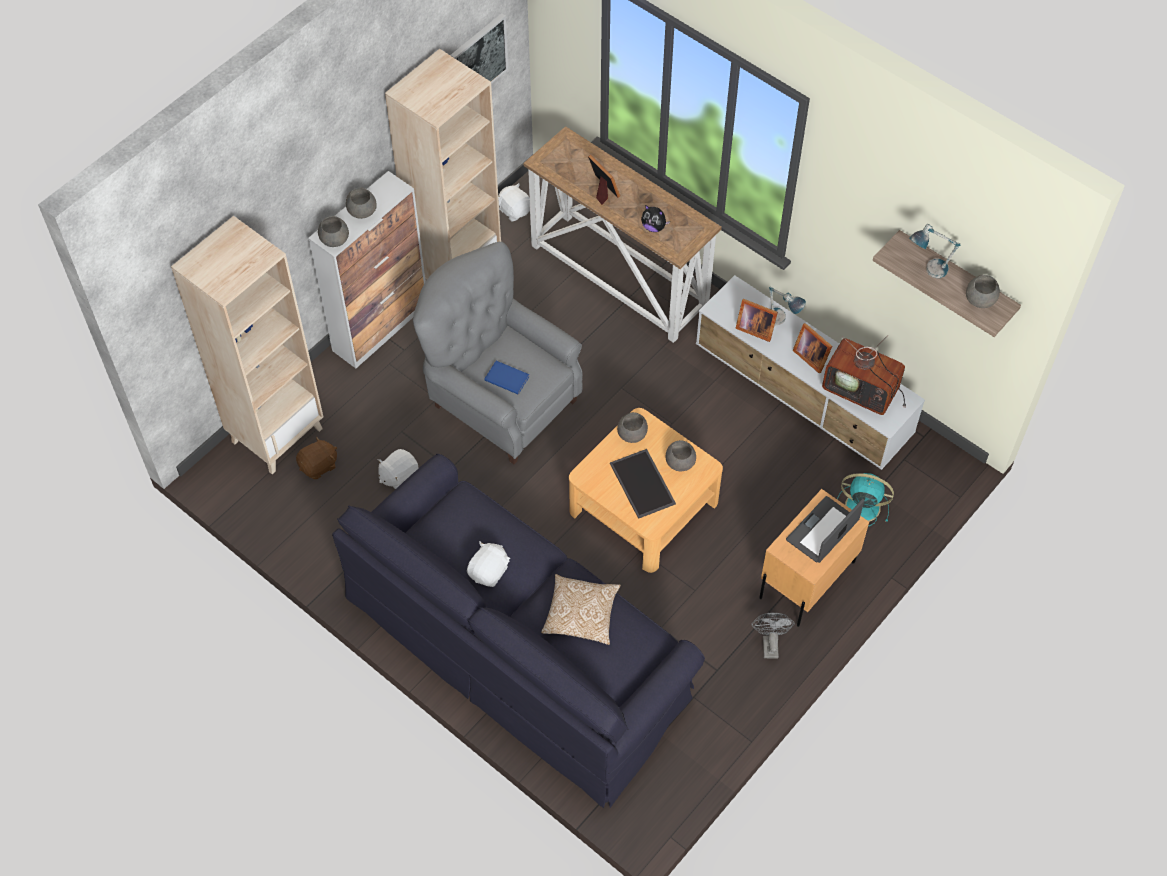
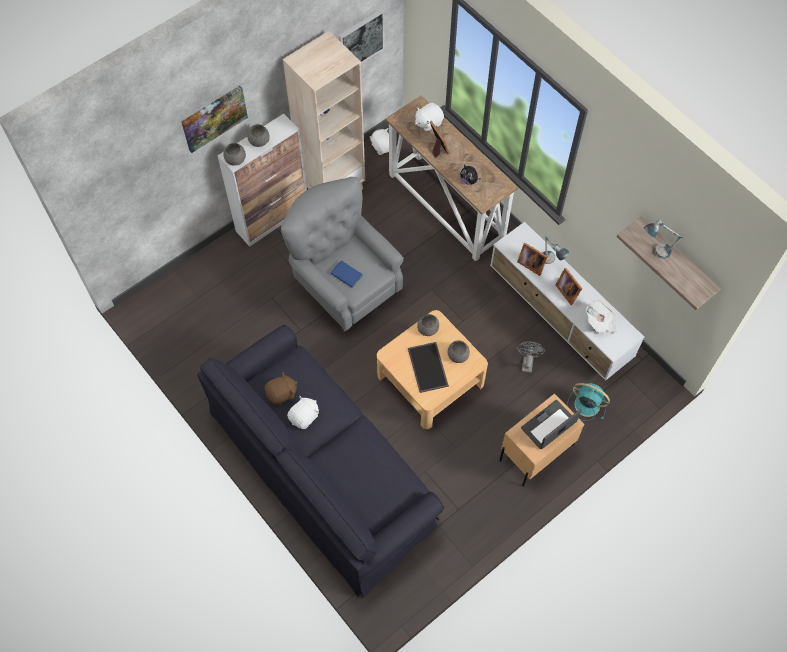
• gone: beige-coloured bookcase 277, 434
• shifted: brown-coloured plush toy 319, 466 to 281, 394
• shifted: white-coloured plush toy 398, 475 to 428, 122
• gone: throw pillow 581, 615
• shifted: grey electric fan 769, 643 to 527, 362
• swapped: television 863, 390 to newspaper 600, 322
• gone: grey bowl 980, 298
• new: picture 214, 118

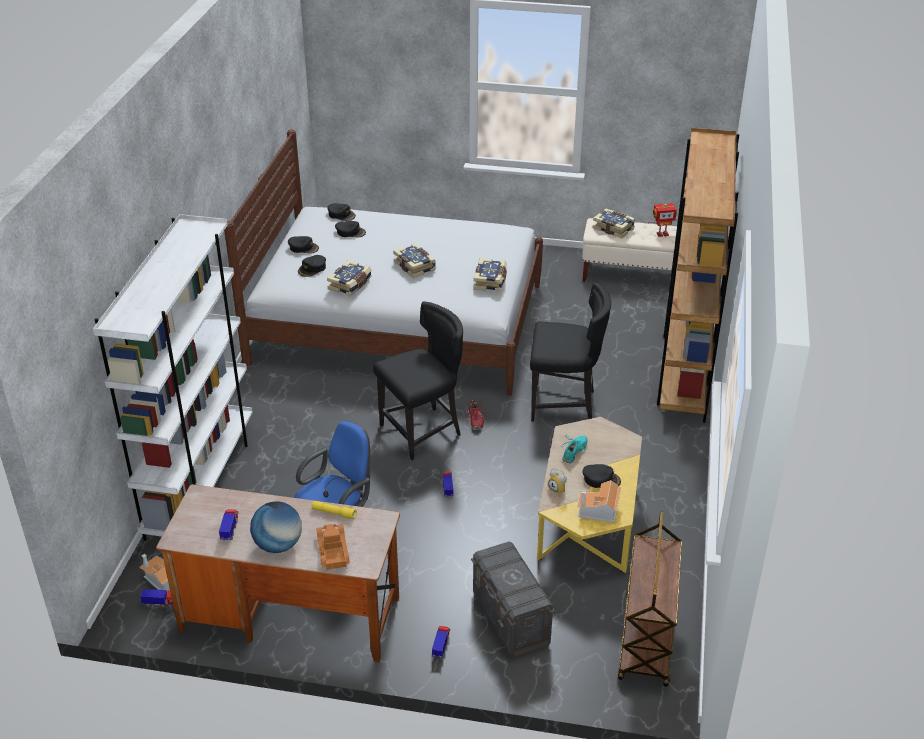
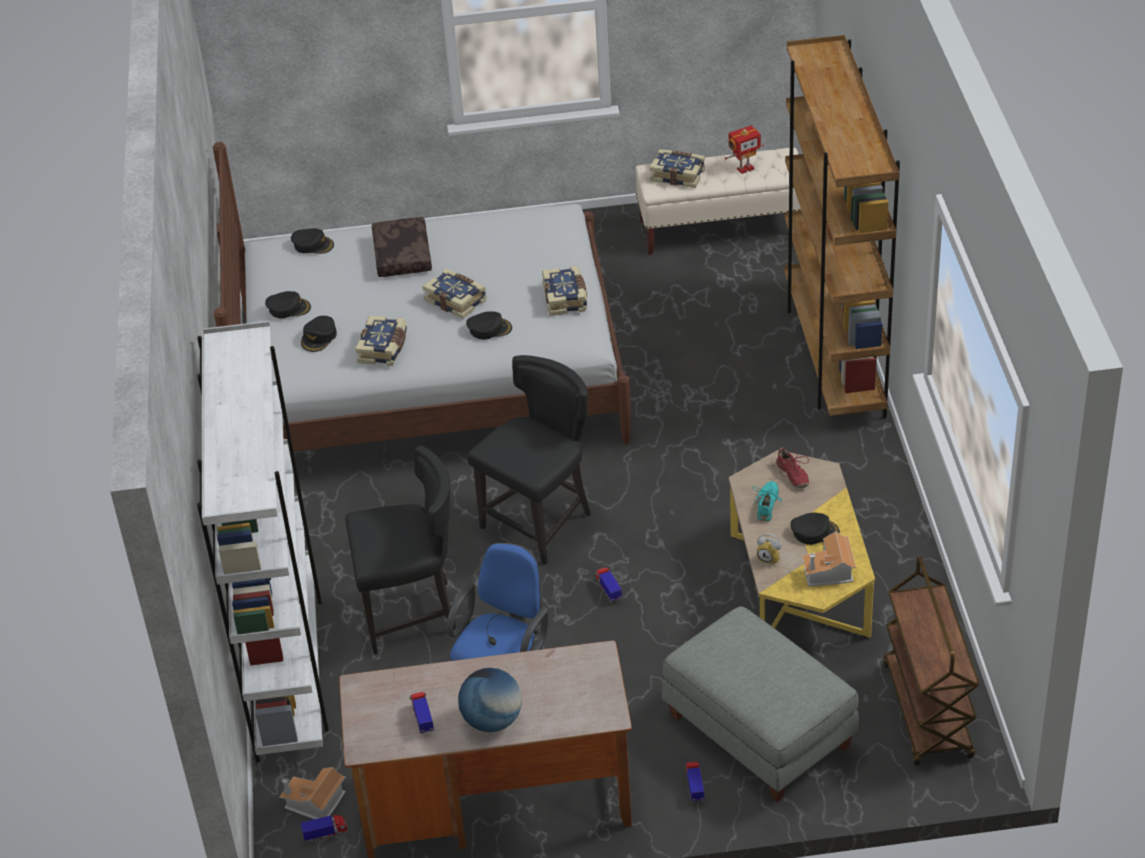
• gone: yellow-coloured torch 334, 513
• gone: toy lorry 332, 551
• shifted: blackish cap 350, 232 to 489, 329
• shifted: red low shoe 475, 420 to 792, 475
• swapped: grey storage box 510, 619 to grey ottoman 761, 731
• shifted: blackish upright chair 564, 404 to 412, 615
• new: brown-coloured throw pillow 401, 255

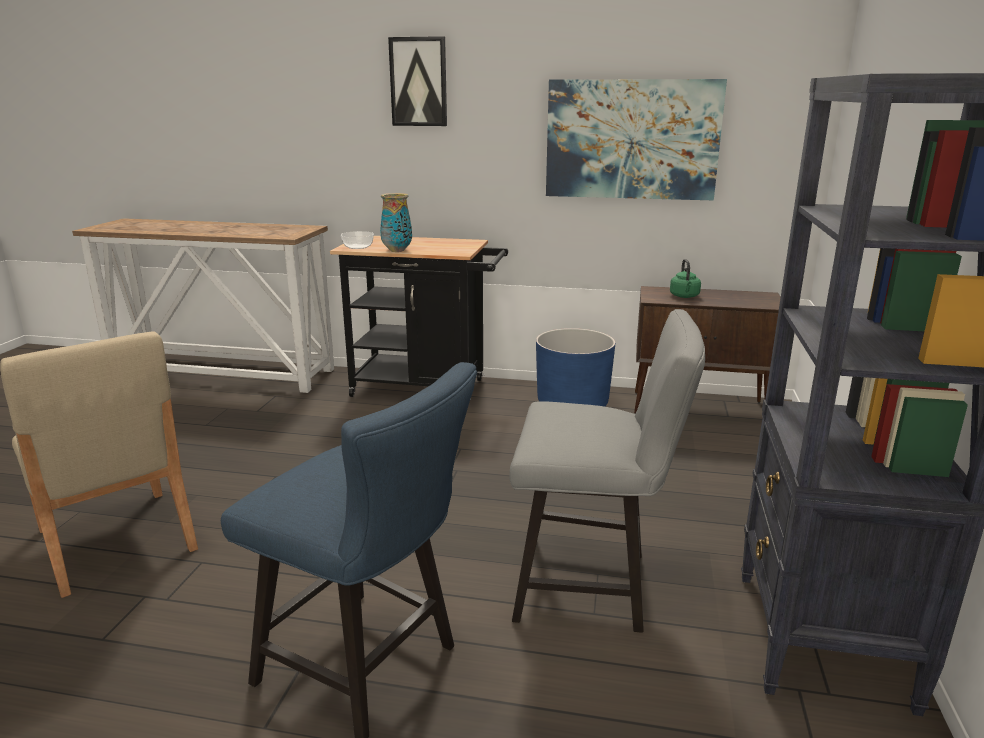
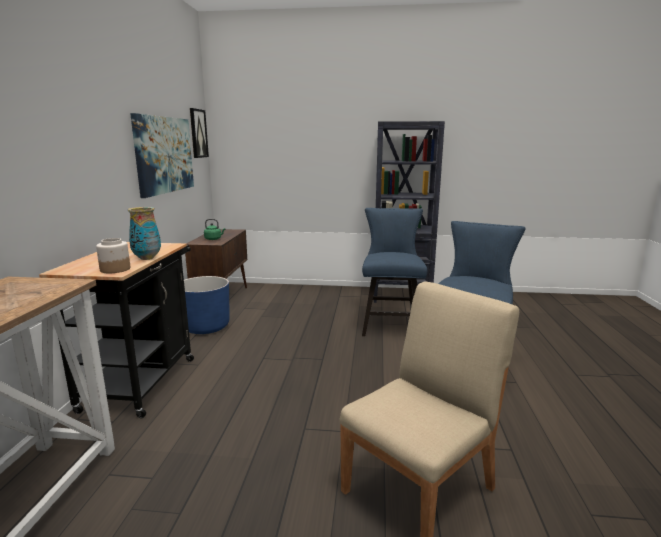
• swapped: bowl 357, 247 to preserve jar 115, 269
• shifted: picture 418, 82 to 198, 133
• repainted: grey upright chair 593, 585 to blue upright chair 390, 324

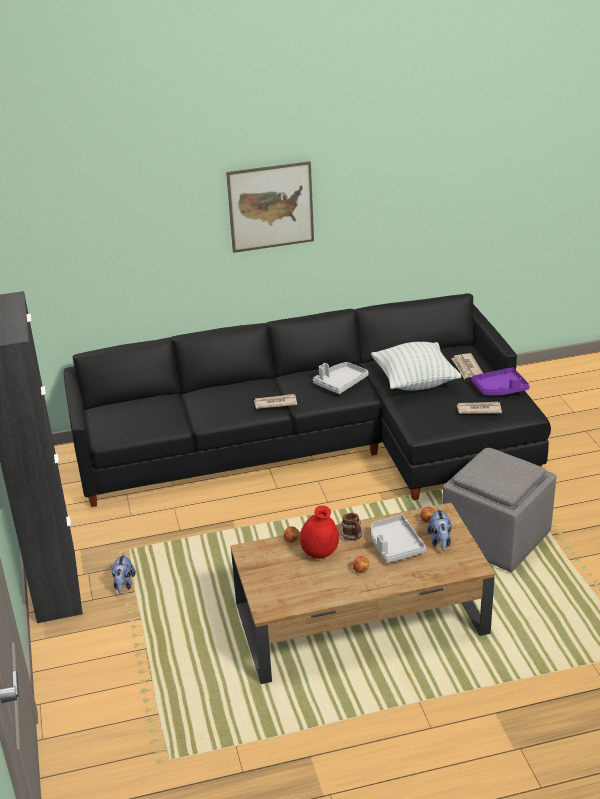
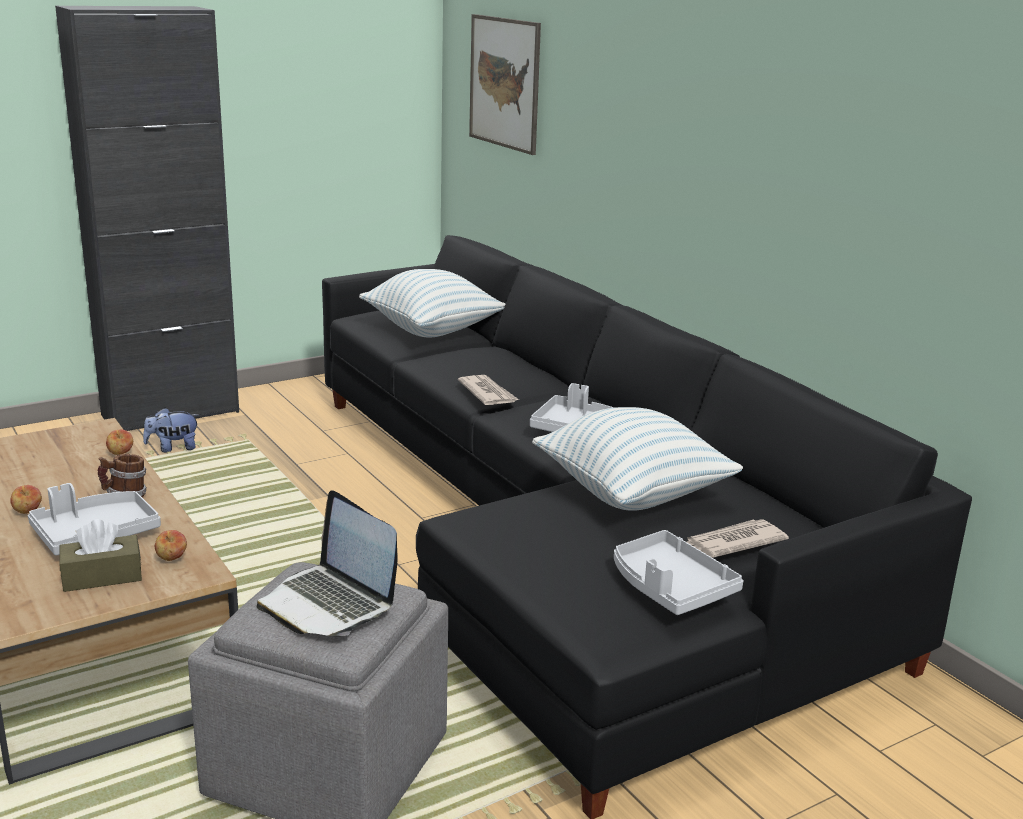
• shifted: picture 271, 207 to 504, 83
• gone: red decorative vase 319, 553
• swapped: plush toy 440, 541 to brown-coloured box of tissues 102, 576
• gone: newspaper 478, 409
• repainted: purplish serving tray 500, 389 to grey serving tray 670, 587
• new: notebook computer 329, 603
• new: throw pillow 432, 330

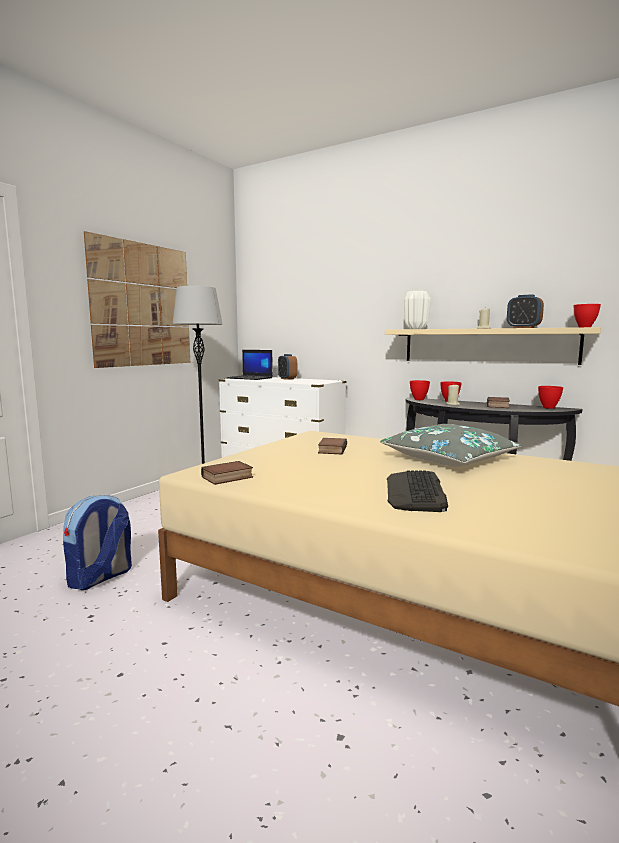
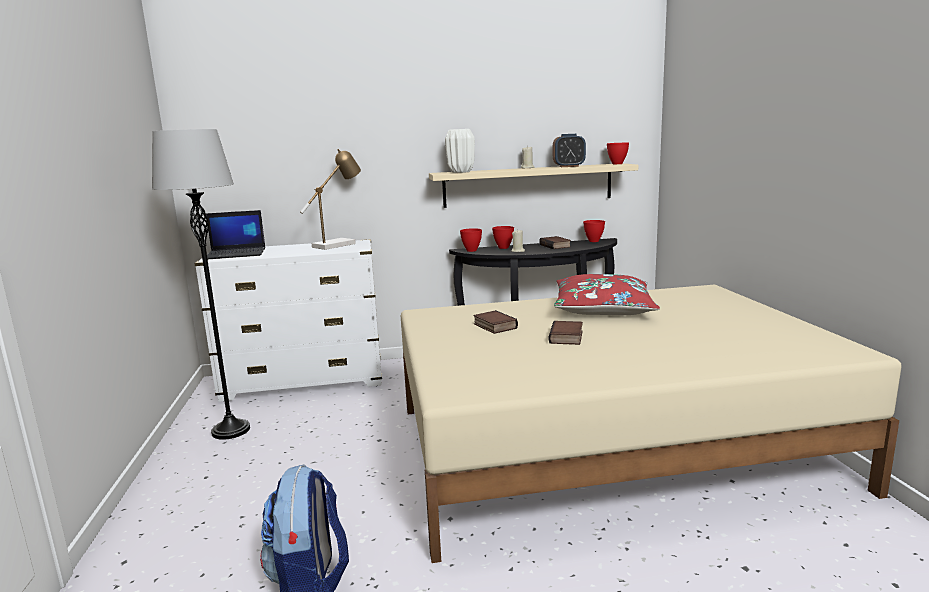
• gone: picture 142, 305
• shifted: bound book 227, 478 to 567, 337
• gone: table clock 287, 379
• repainted: grey throw pillow 449, 459 to red throw pillow 603, 308
• gone: keyboard 415, 492
• new: tabletop lamp 338, 244

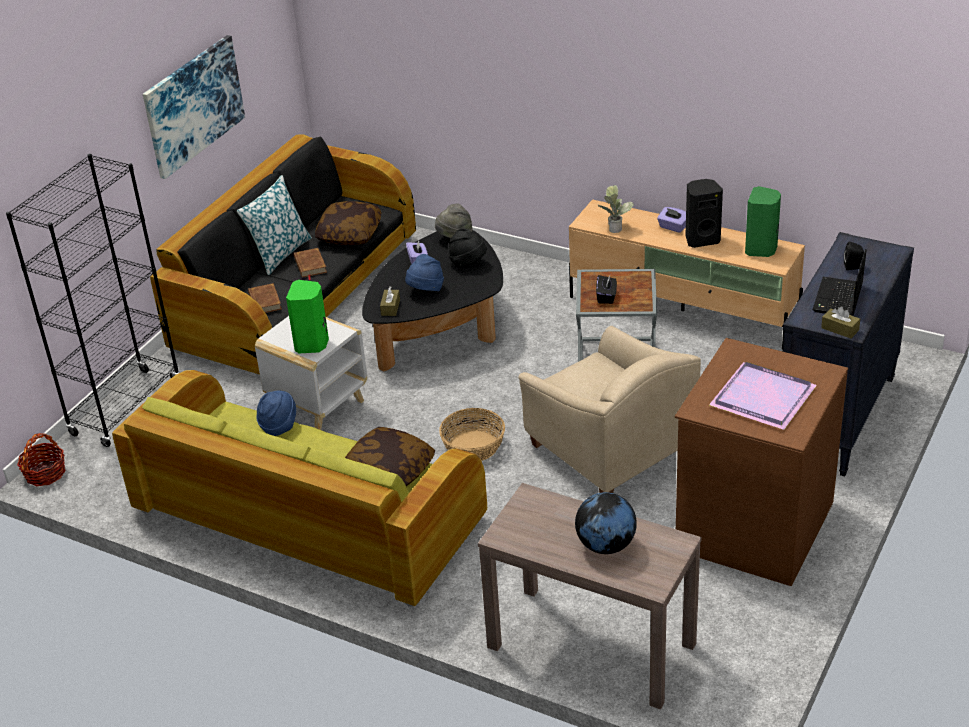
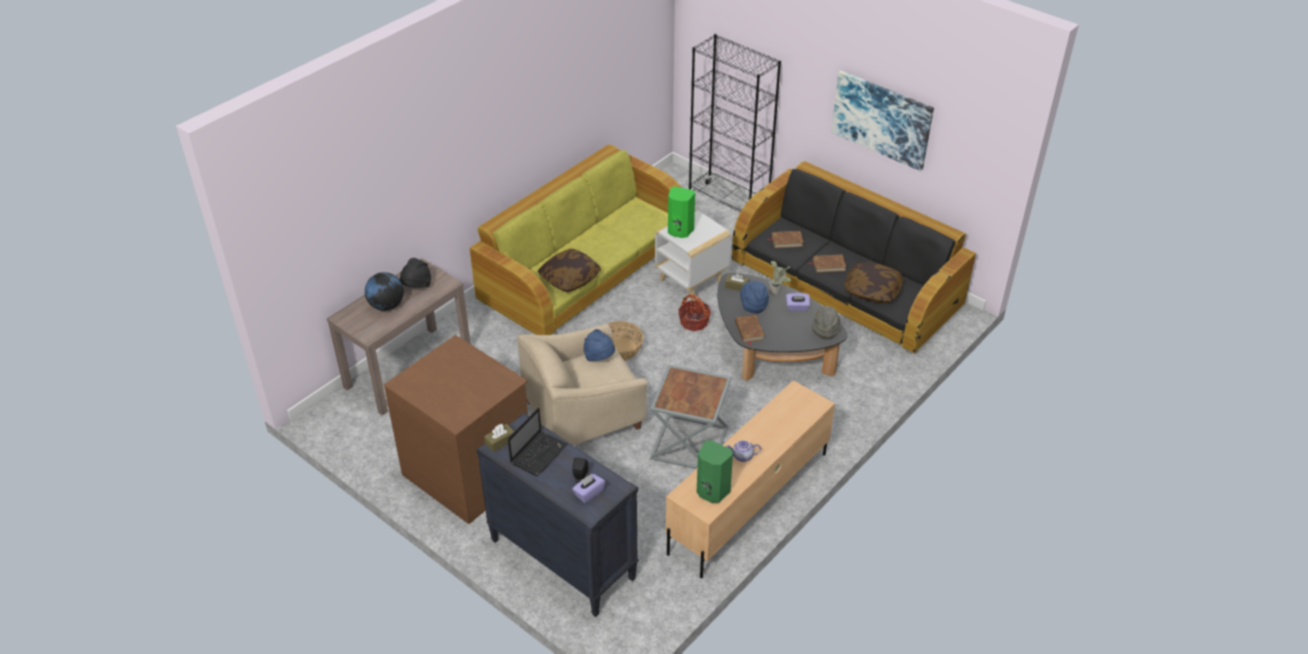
• shifted: household basket 45, 473 to 694, 322
• gone: throw pillow 280, 253
• shifted: blue wearable hat 278, 426 to 599, 357
• shifted: blackish wearable hat 468, 263 to 417, 286
• gone: blackish box of tissues 606, 297
• shifted: houseplant 614, 227 to 777, 292
• shifted: purplish box of tissues 673, 227 to 588, 493
• swapped: blackish audio speaker 701, 239 to pot for tea 742, 457
• gone: purplish serving tray 760, 398
• rotated: notebook computer 838, 299 = 539, 453 90 degrees clockwise
• new: brown-coloured bound book 749, 331

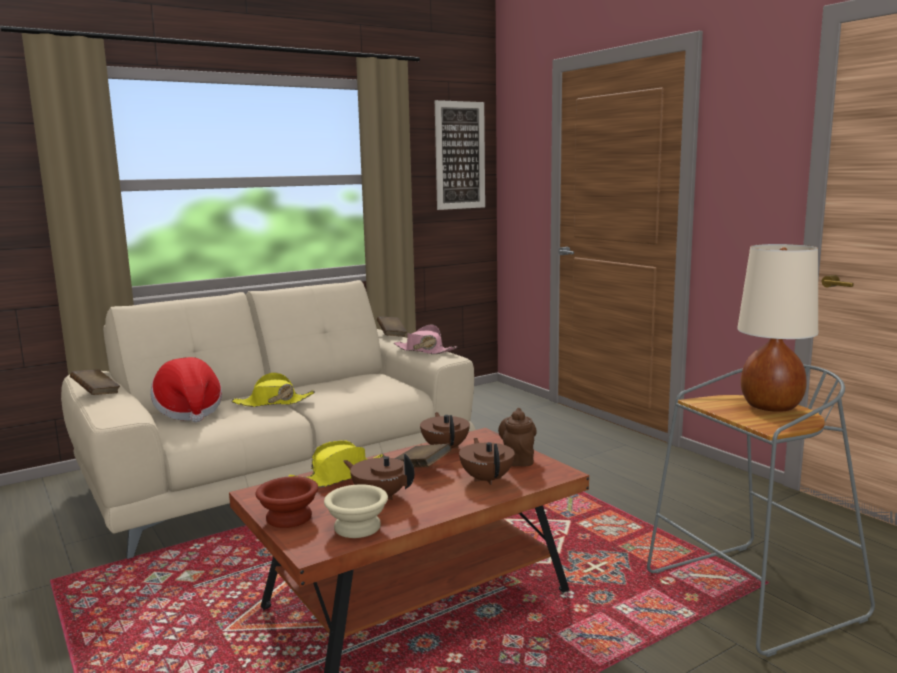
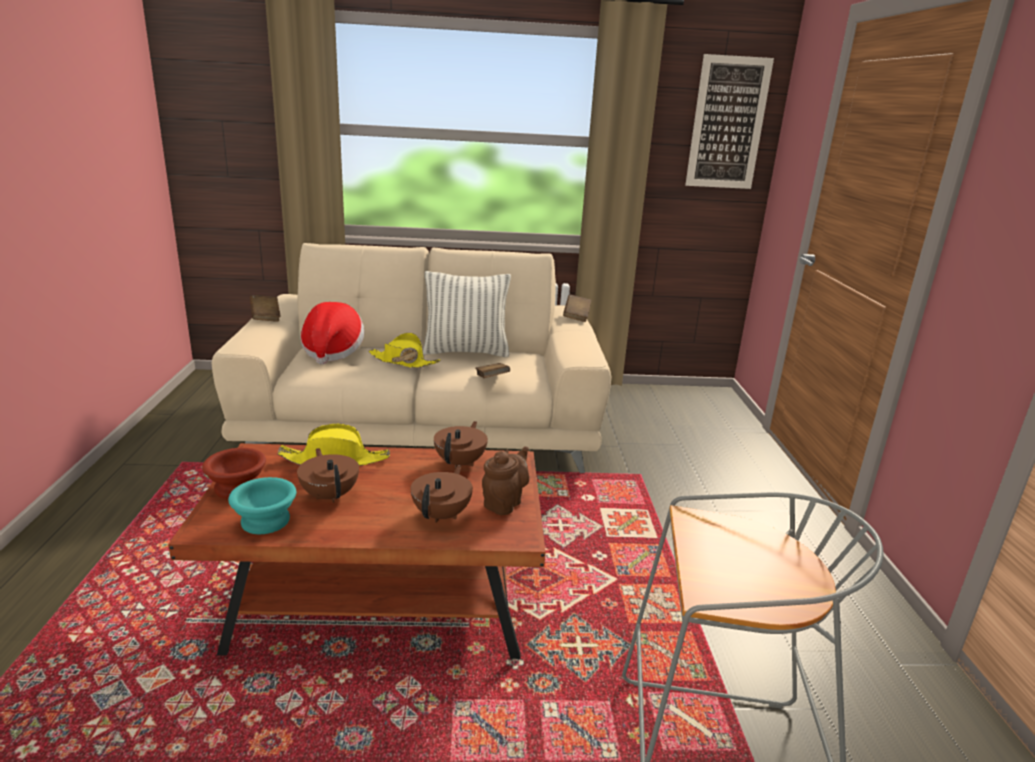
• repainted: beige-coloured bowl 355, 527 to turquoise bowl 265, 520
• gone: pink-coloured wearable hat 424, 350
• shifted: brown-coloured bound book 422, 469 to 491, 380
• gone: beige-coloured tabletop lamp 771, 407
• new: throw pillow 466, 352

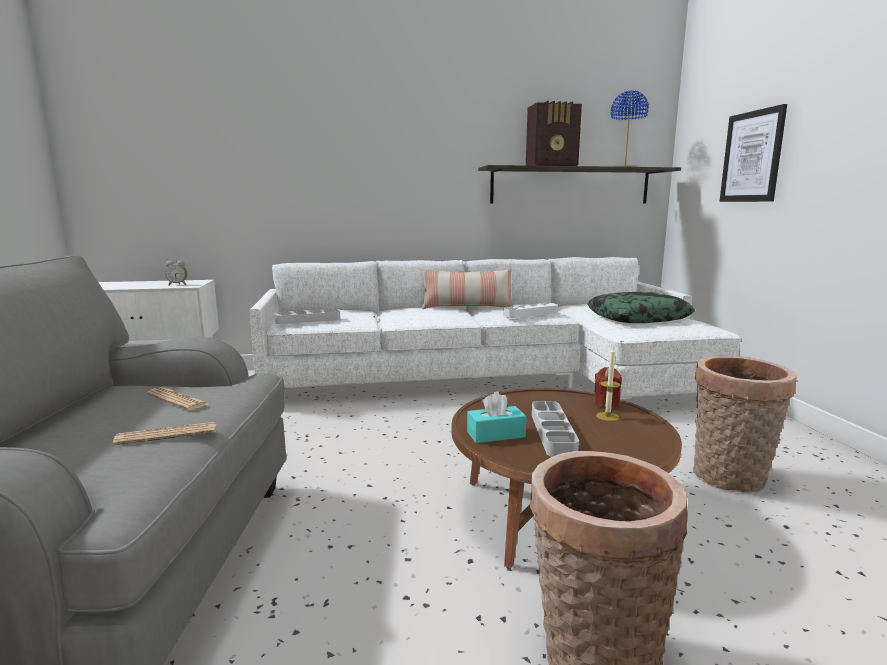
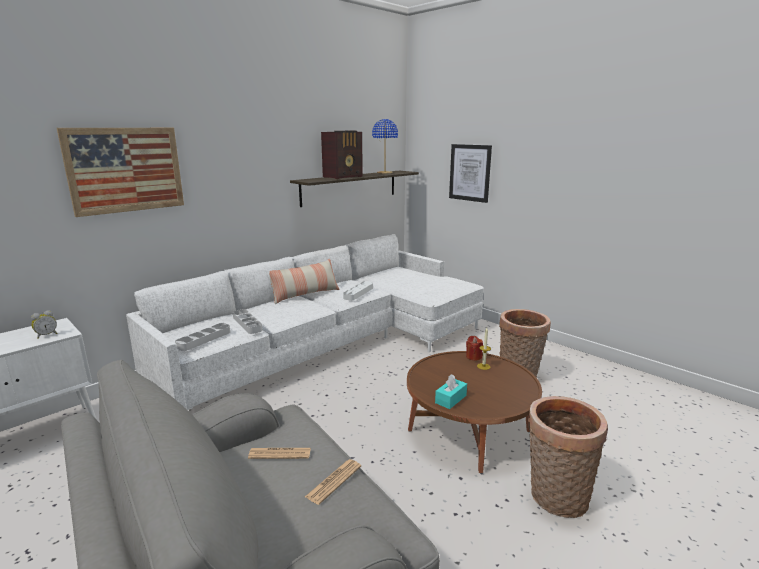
• shifted: grey serving tray 552, 433 to 247, 324
• gone: throw pillow 638, 317
• new: picture 125, 170

